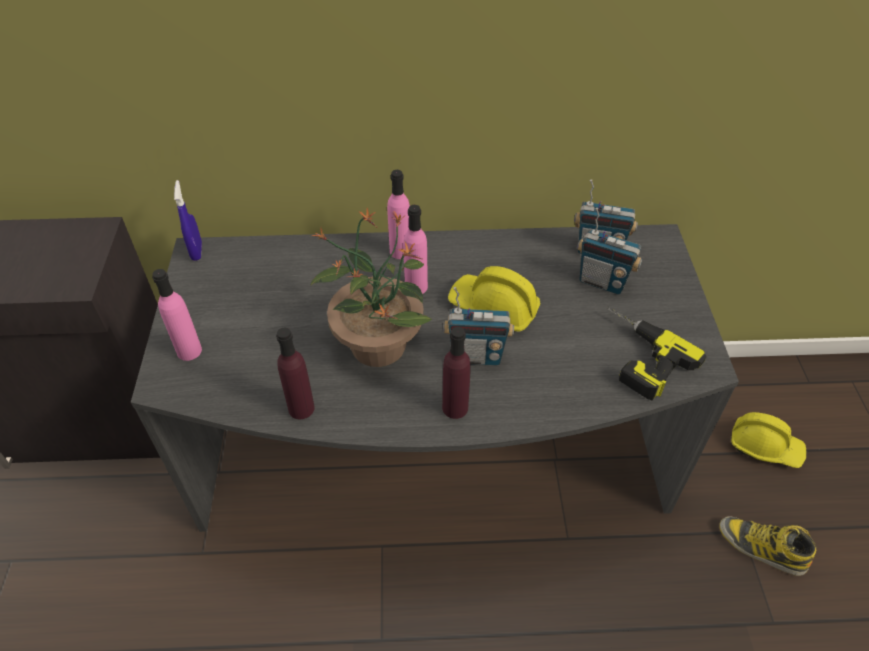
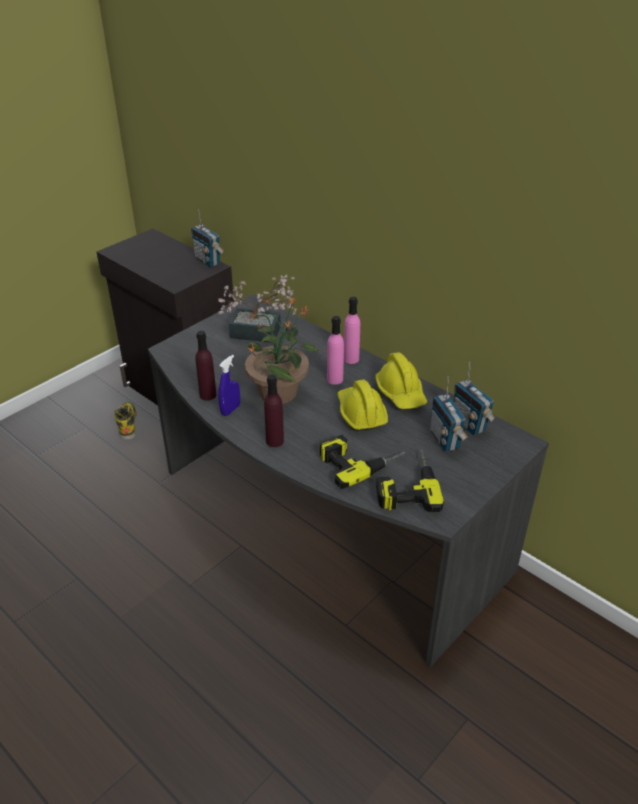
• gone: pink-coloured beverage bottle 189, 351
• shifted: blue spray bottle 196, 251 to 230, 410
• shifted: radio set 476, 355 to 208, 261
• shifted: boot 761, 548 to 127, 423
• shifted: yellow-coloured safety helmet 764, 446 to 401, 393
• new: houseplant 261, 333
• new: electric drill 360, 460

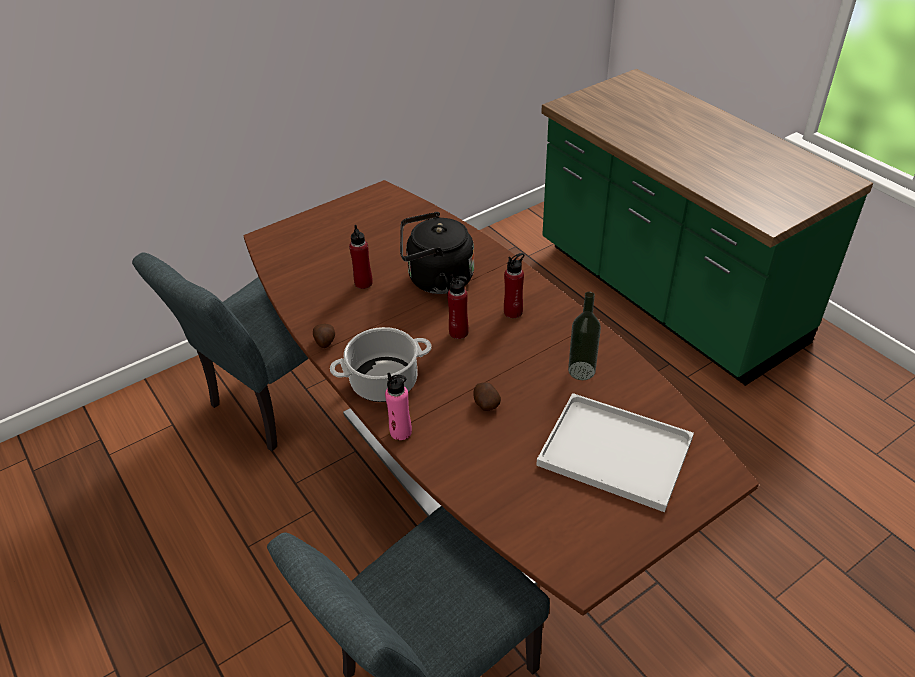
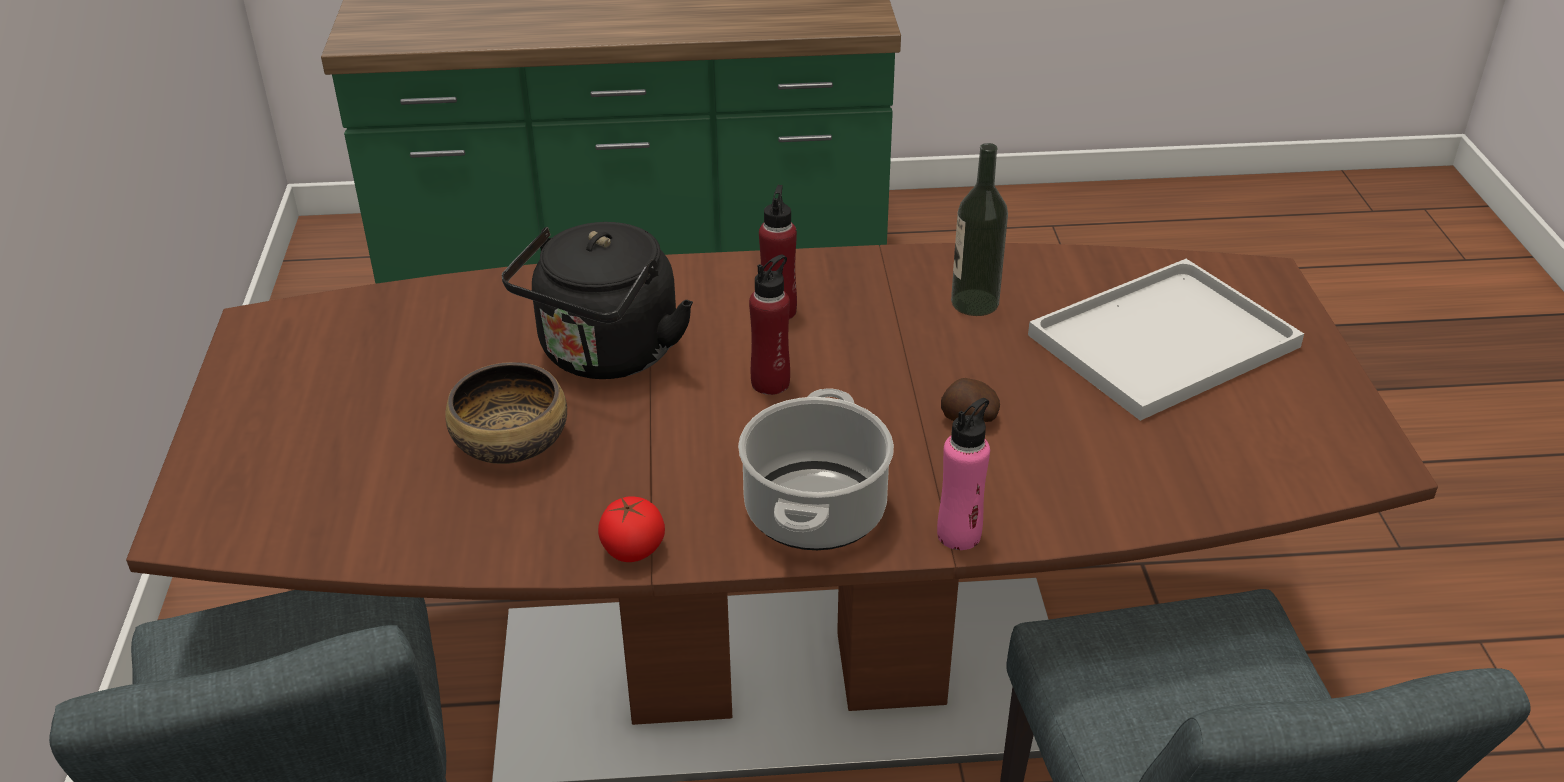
• swapped: whole potato 325, 342 to whole tomato 632, 550
• swapped: red beverage bottle 363, 283 to bowl 512, 442

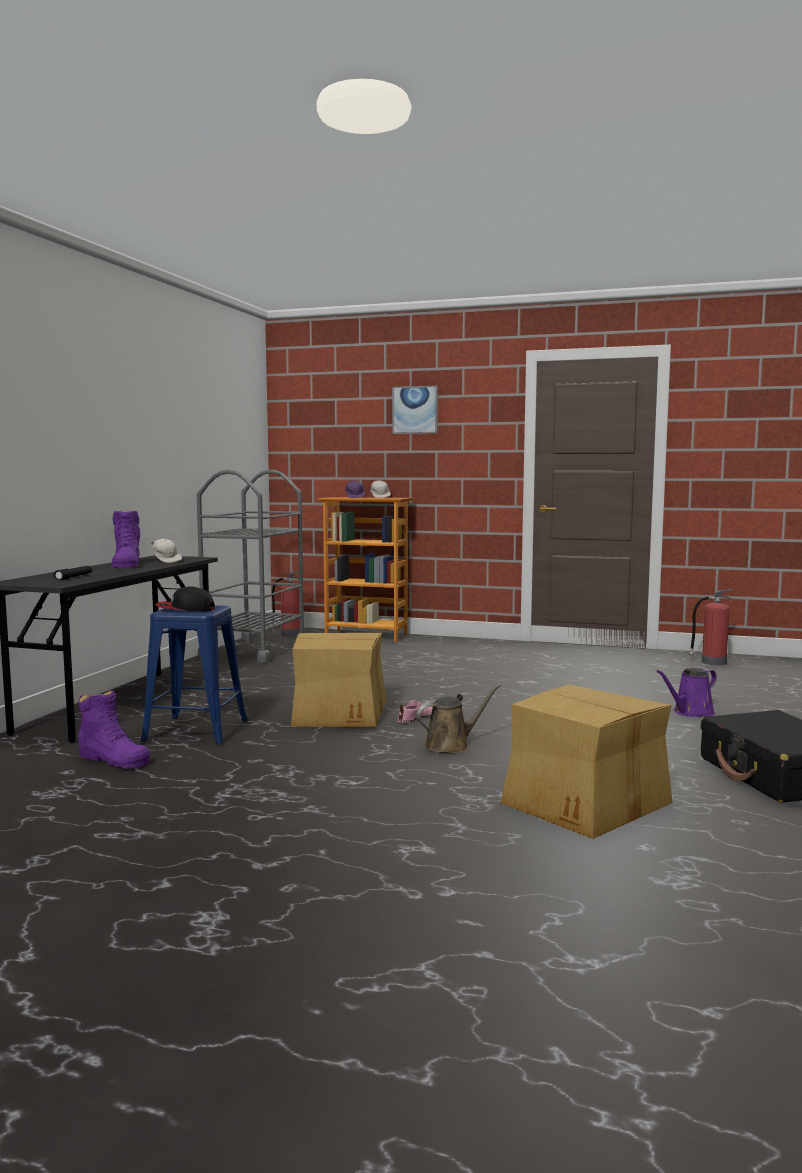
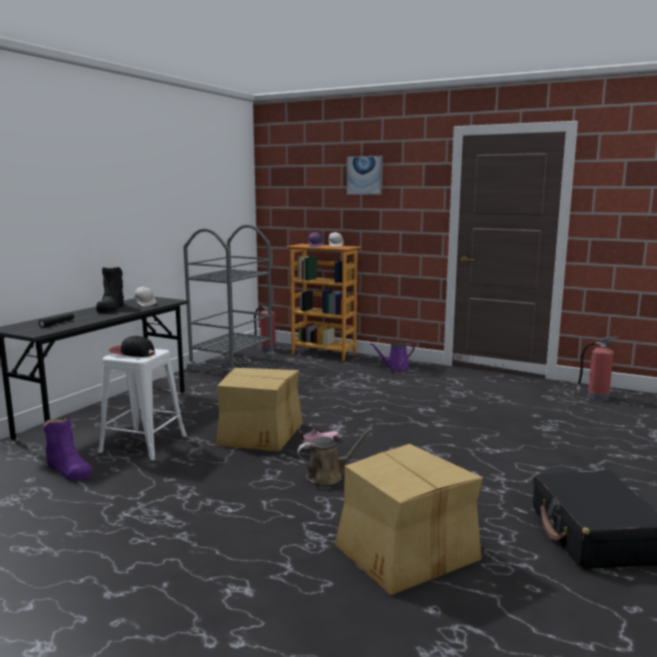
• repainted: purplish boot 126, 565 to blackish boot 111, 308
• repainted: blue stool 195, 730 to white-coloured stool 143, 444
• shifted: purplish watering can 690, 712 to 395, 368

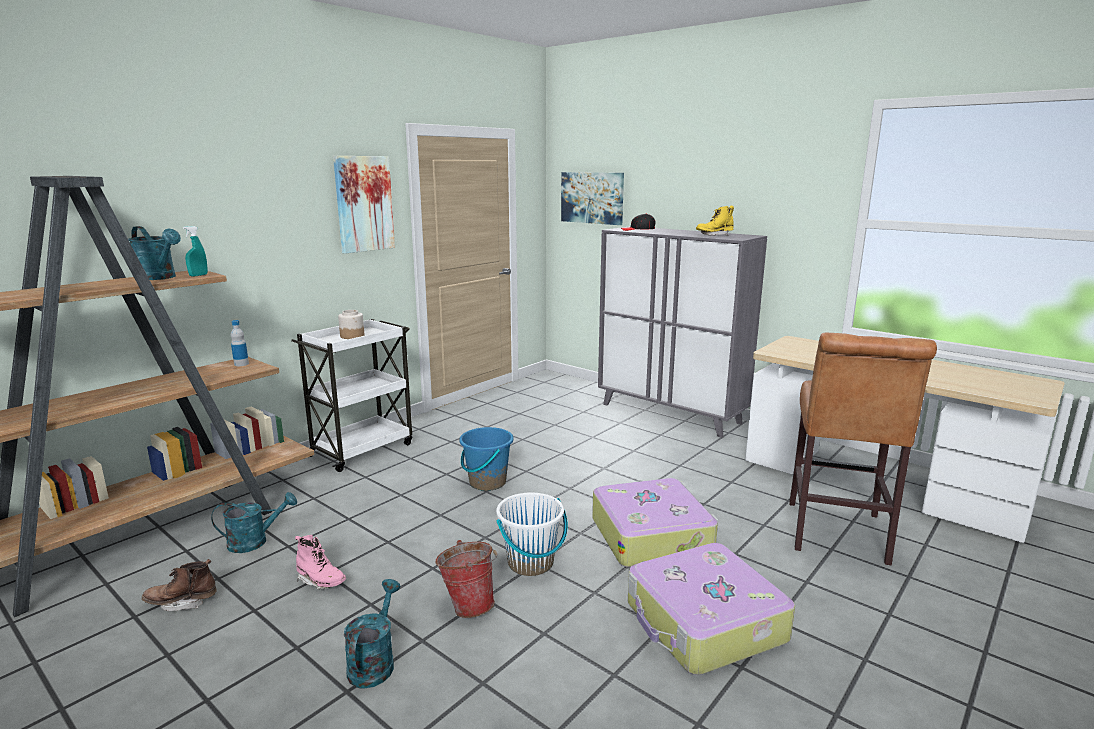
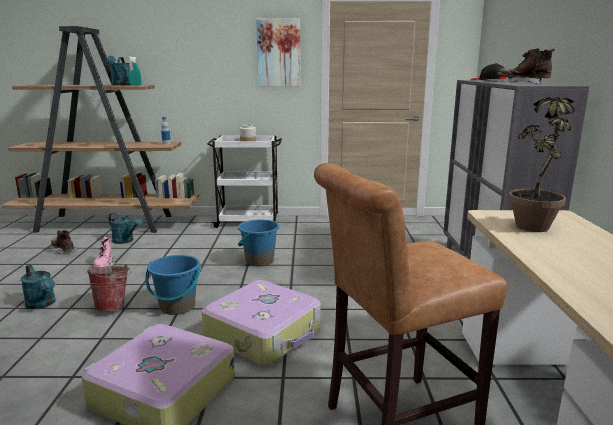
• rotated: turquoise watering can 374, 662 = 43, 304 75 degrees clockwise
• repainted: white-coloured pail 531, 563 to blue pail 177, 307
• gone: picture 592, 197
• repainted: yellow-coloured boot 714, 235 to brown-coloured boot 522, 83
• new: houseplant 535, 224

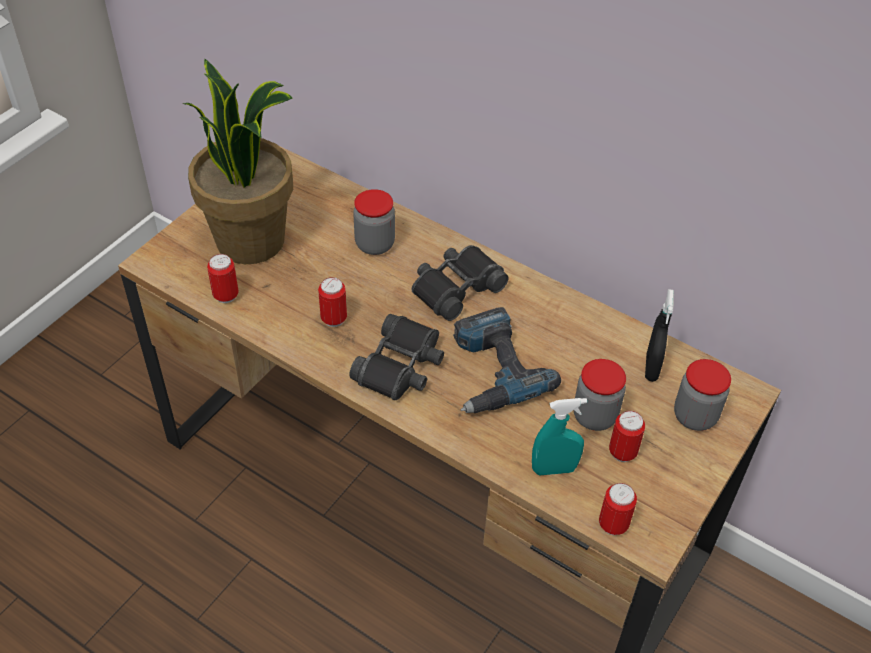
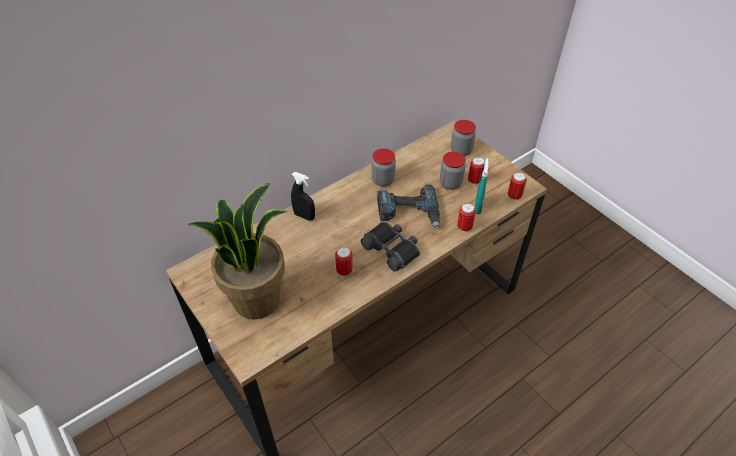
• shifted: sealed can 226, 295 to 464, 227
• shifted: preserve jar 375, 244 to 383, 180
• gone: blackish pair of binoculars 456, 288
• shifted: blackish spray bottle 651, 368 to 304, 216

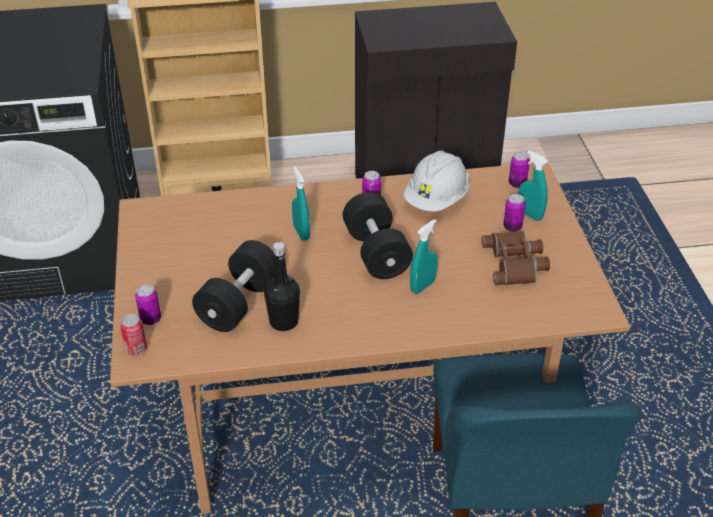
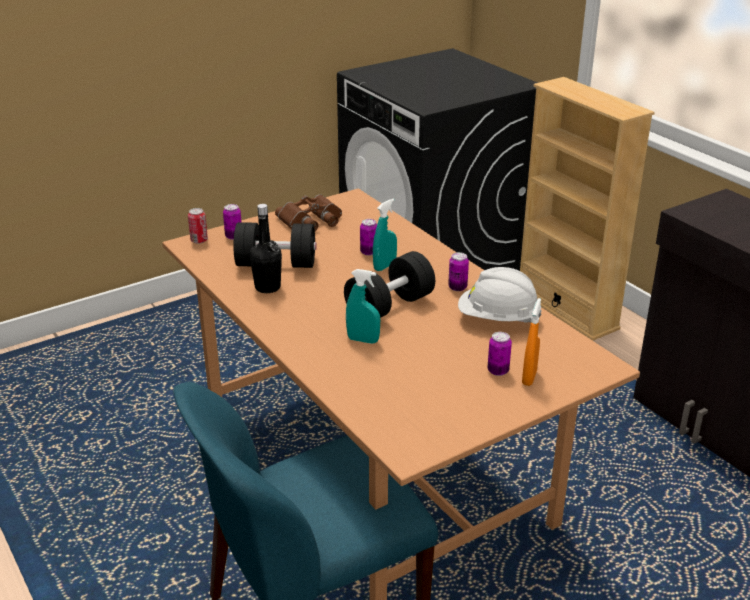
• shifted: brown-coloured pair of binoculars 516, 263 to 311, 220
• shifted: sealed can 517, 184 to 369, 252
• repainted: turquoise spray bottle 529, 215 to orangey spray bottle 529, 377

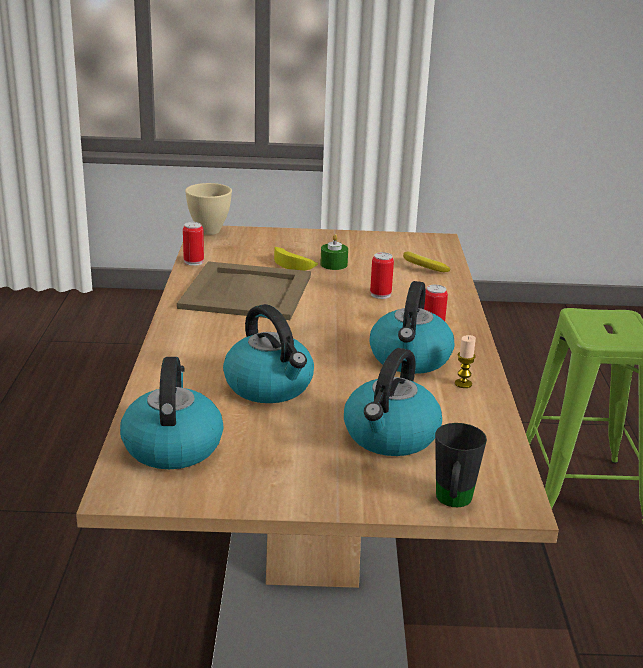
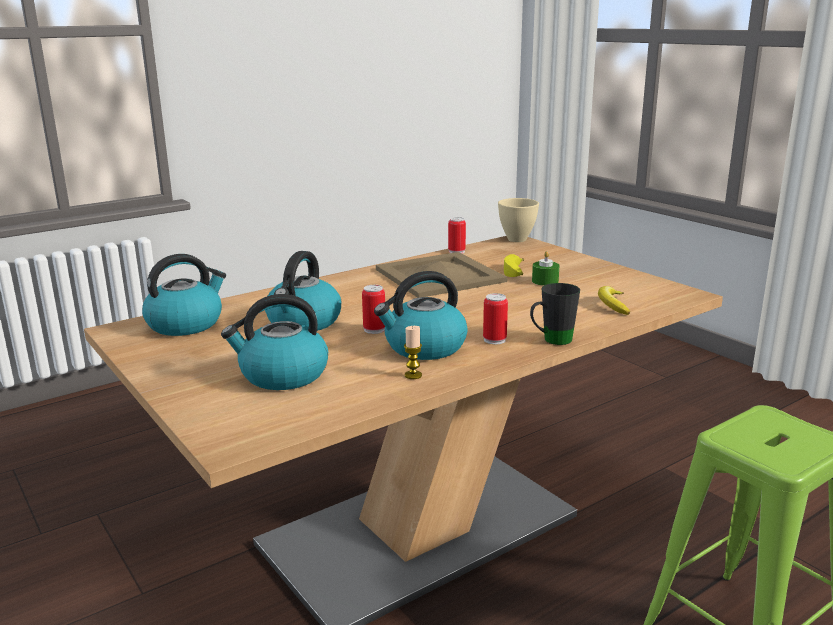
• shifted: sealed can 380, 294 to 374, 329
• shifted: blackish tea mug 452, 503 to 551, 341

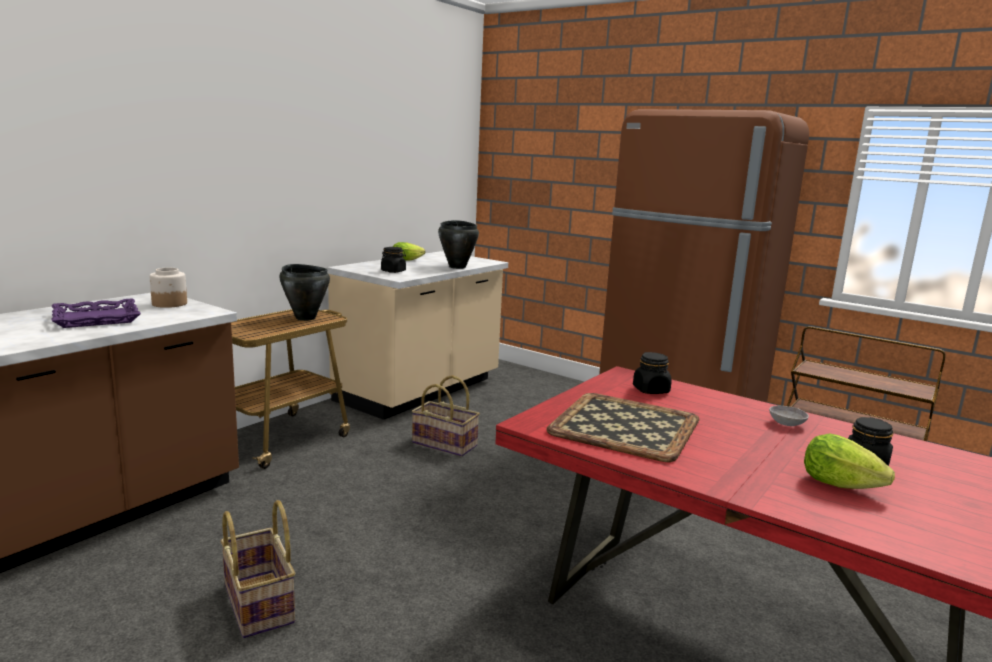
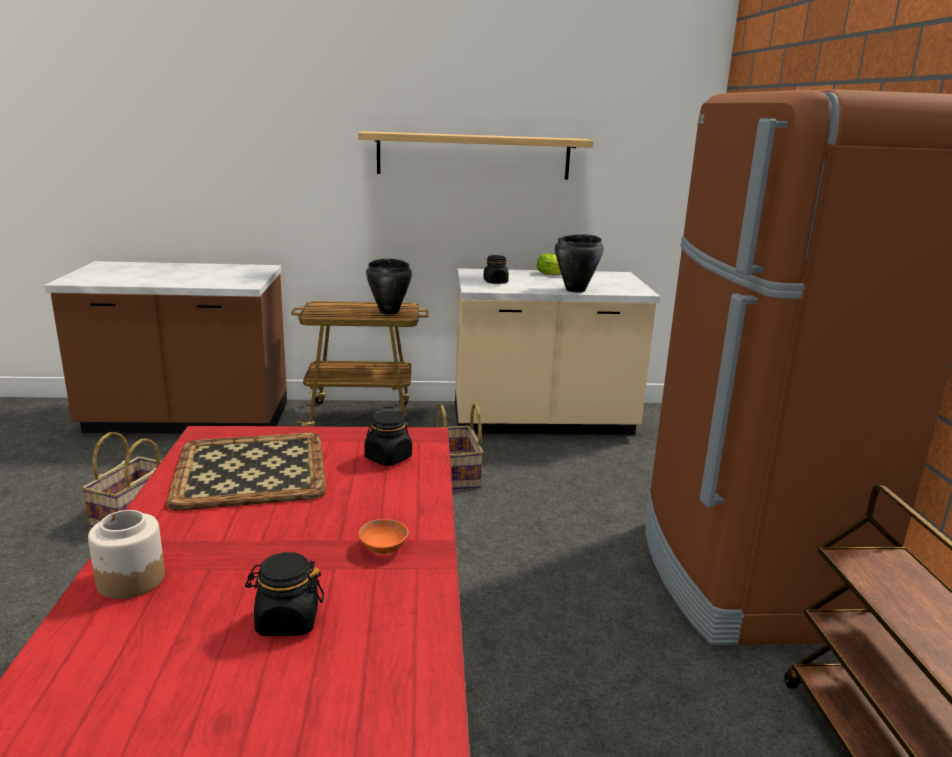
• gone: purplish serving tray 96, 319
• shifted: preserve jar 169, 304 to 130, 580
• repainted: grey bowl 786, 424 to orangey bowl 383, 548
• gone: lettuce head 839, 484
• new: shelf 474, 156

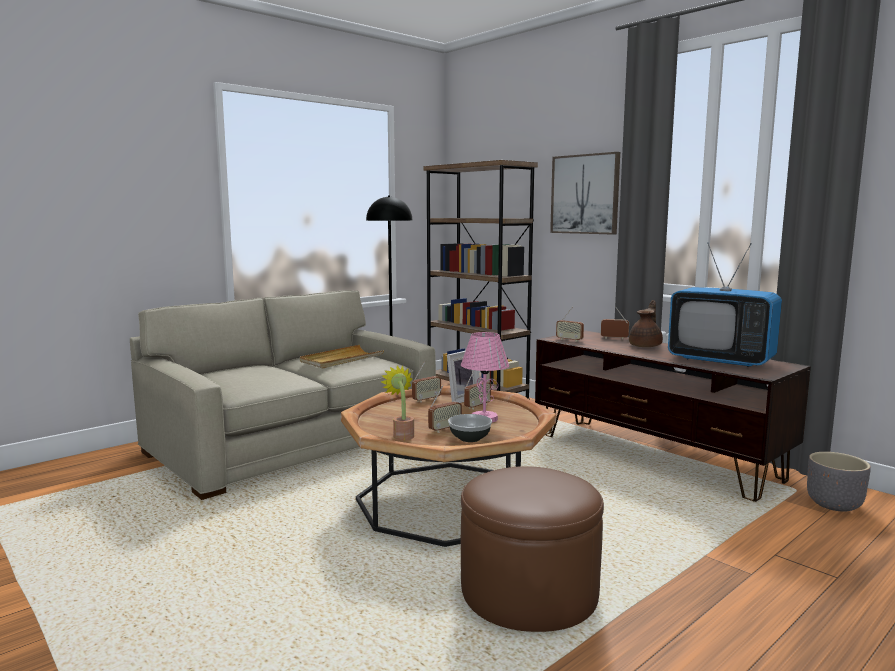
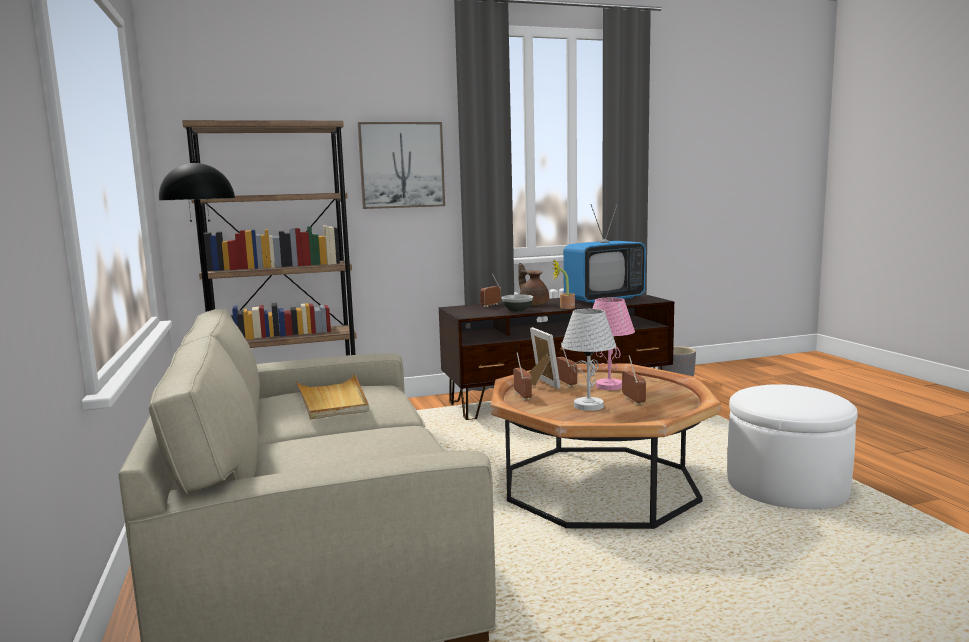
• shifted: houseplant 402, 435 to 564, 307
• shifted: bowl 470, 438 to 517, 310
• repainted: brown-coloured ottoman 529, 592 to white-coloured ottoman 786, 485
• gone: radio set 569, 340
• new: white-coloured tabletop lamp 588, 405

